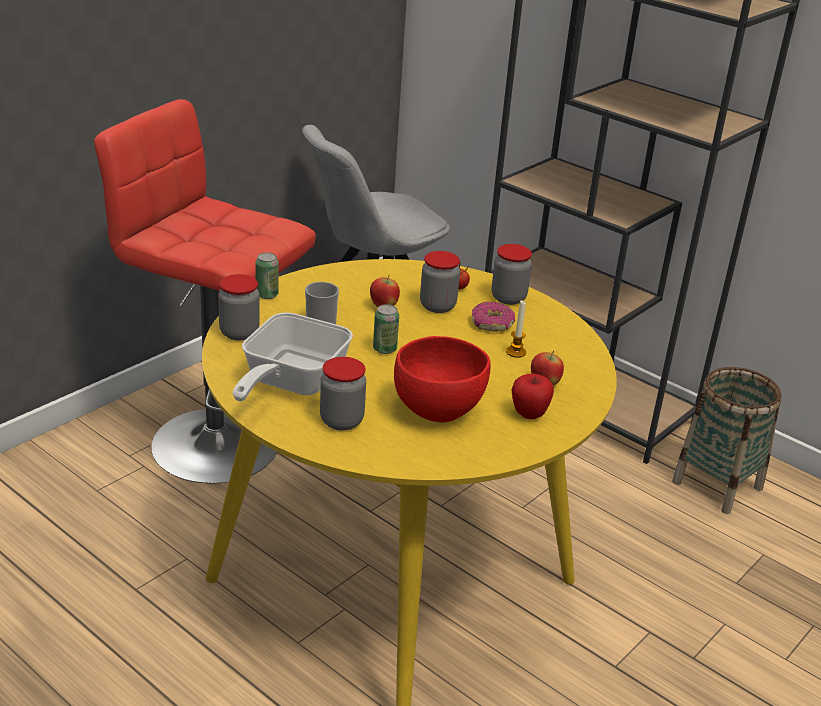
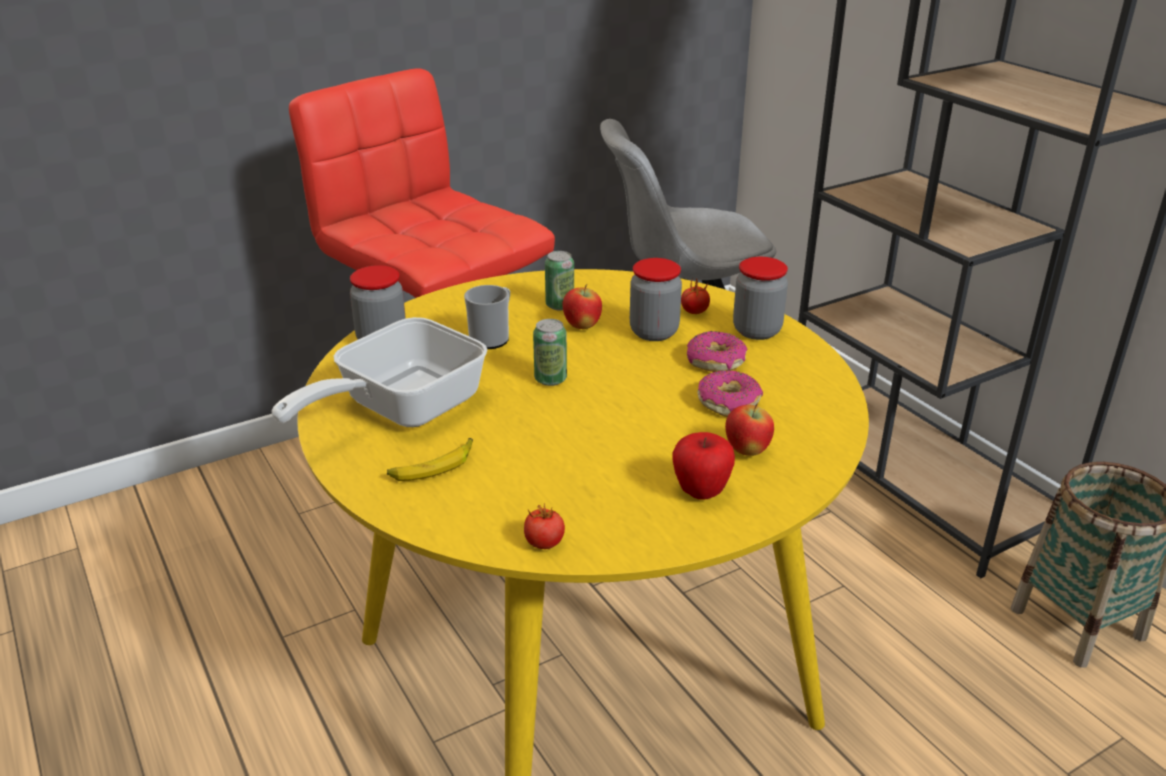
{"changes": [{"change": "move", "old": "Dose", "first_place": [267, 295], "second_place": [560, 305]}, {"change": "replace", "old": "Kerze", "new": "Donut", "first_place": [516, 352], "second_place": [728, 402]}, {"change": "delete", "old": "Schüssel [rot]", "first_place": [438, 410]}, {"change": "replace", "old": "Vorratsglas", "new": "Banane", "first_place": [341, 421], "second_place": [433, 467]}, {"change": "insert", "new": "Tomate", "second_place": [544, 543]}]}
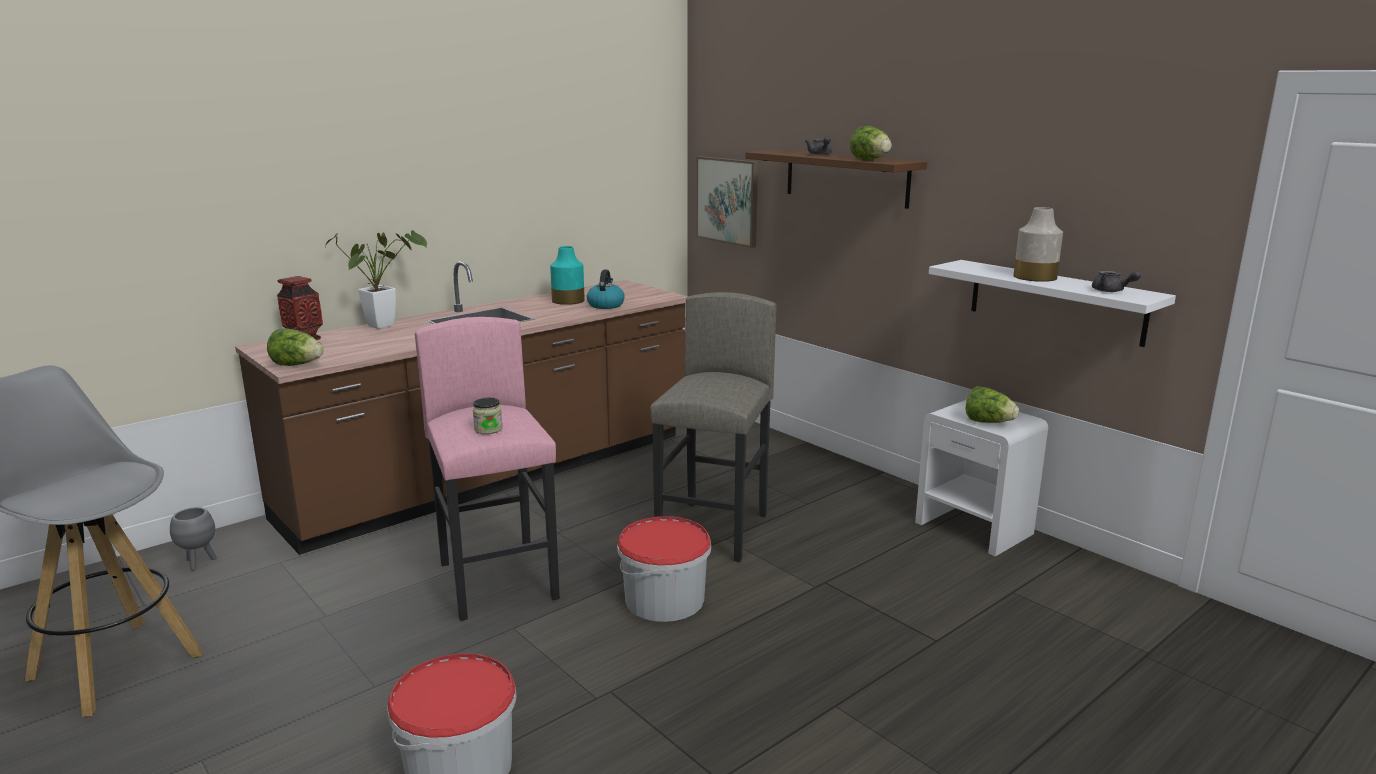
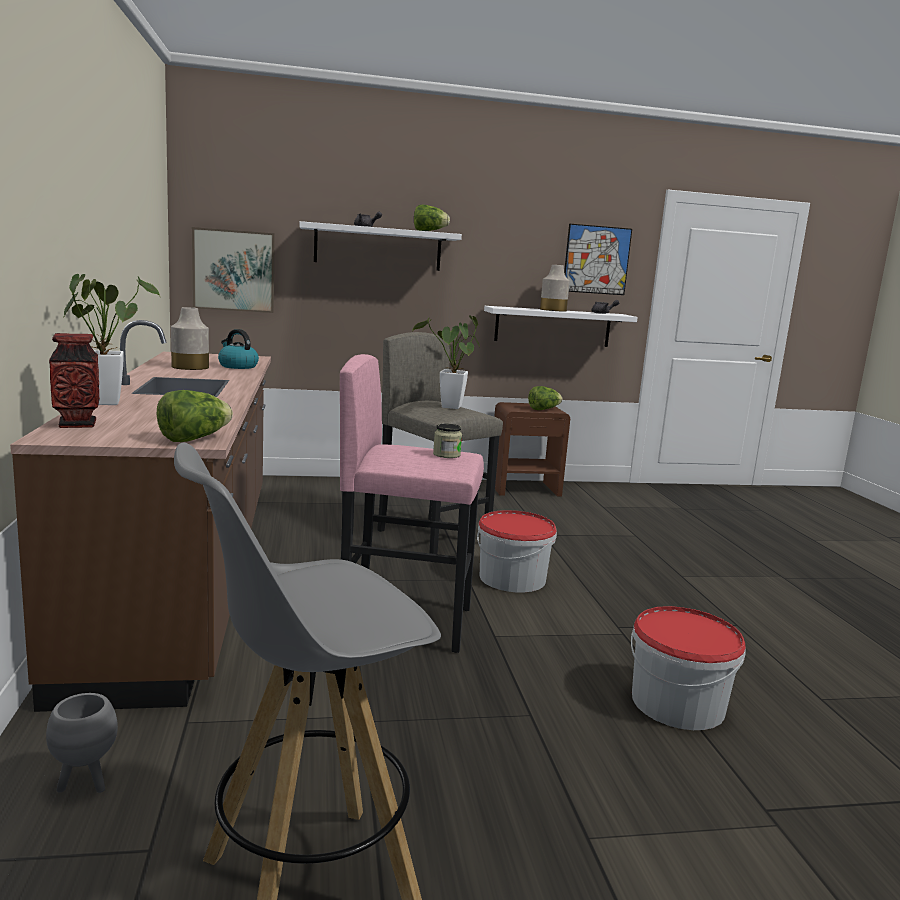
{"changes": [{"change": "recolor", "old": "Wandregal [braun]", "new": "Wandregal [weiß]", "first_place": [846, 178], "second_place": [378, 247]}, {"change": "recolor", "old": "Vase [türkis]", "new": "Vase [beige]", "first_place": [568, 300], "second_place": [190, 367]}, {"change": "recolor", "old": "Nachttisch [weiß]", "new": "Nachttisch [braun]", "first_place": [974, 528], "second_place": [525, 488]}, {"change": "insert", "new": "Bild", "second_place": [596, 260]}, {"change": "insert", "new": "Topfpflanze", "second_place": [450, 408]}]}
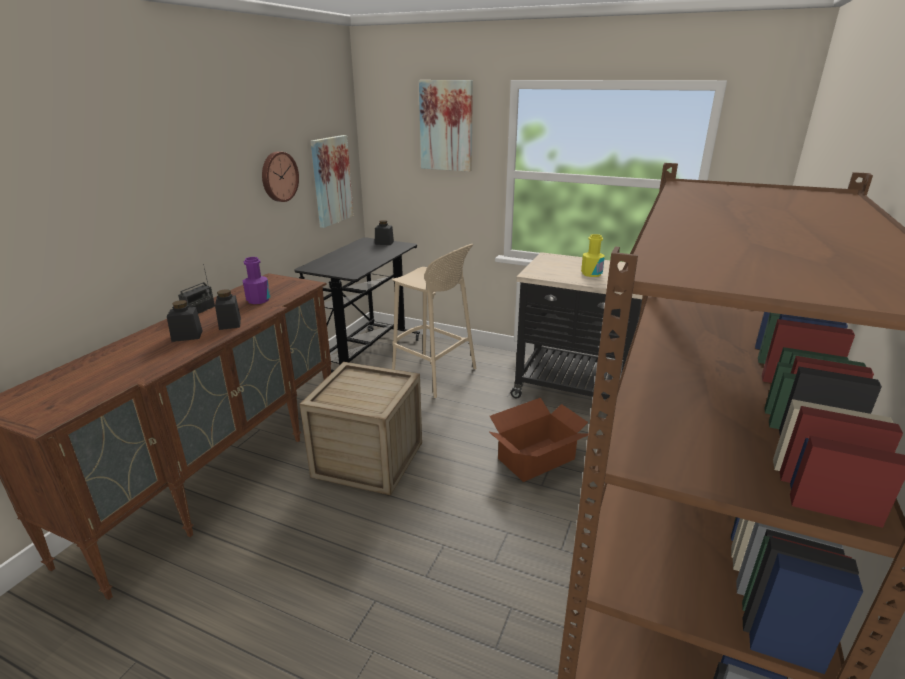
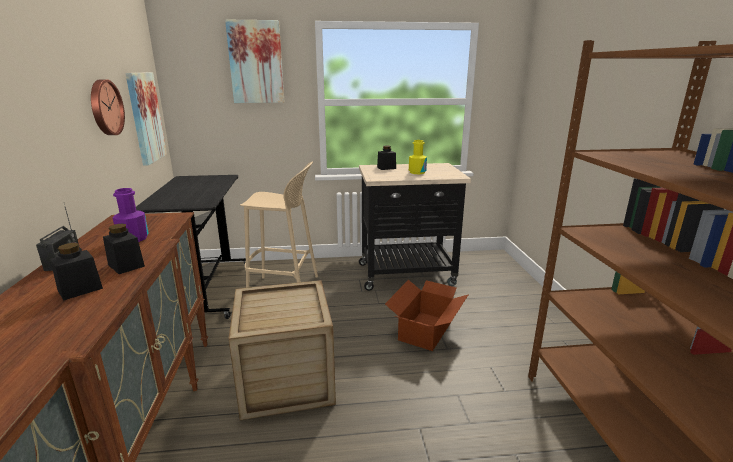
{"changes": [{"change": "move", "old": "Vorratsglas [schwarz]", "first_place": [384, 243], "second_place": [386, 168]}]}
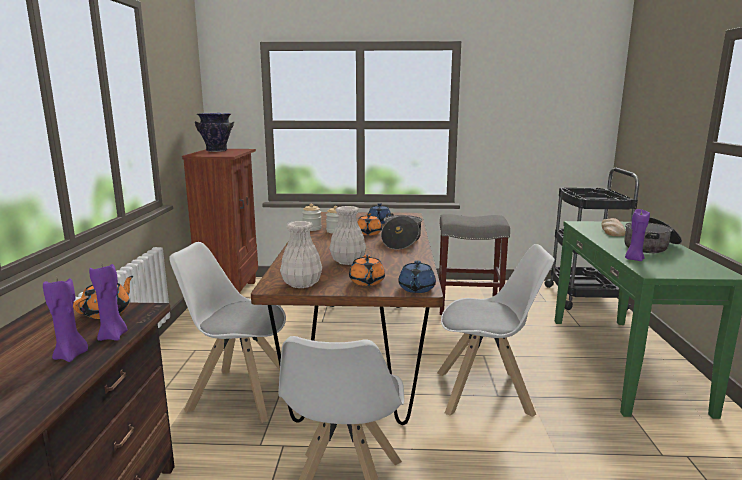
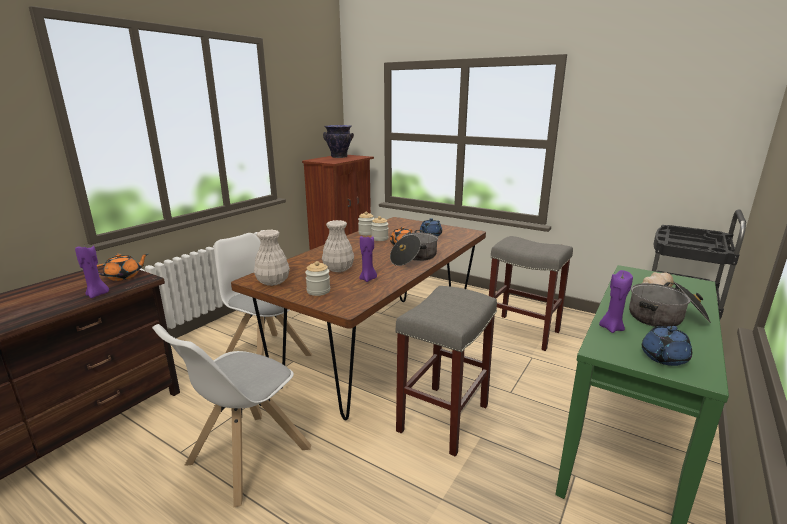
{"changes": [{"change": "replace", "old": "Stuhl", "new": "Hocker [grau]", "first_place": [486, 393], "second_place": [443, 419]}, {"change": "replace", "old": "Teekanne [orange]", "new": "Vorratsglas", "first_place": [367, 282], "second_place": [318, 291]}, {"change": "move", "old": "Teekanne [blau]", "first_place": [416, 289], "second_place": [663, 358]}, {"change": "move", "old": "Kerze [lila]", "first_place": [71, 356], "second_place": [368, 279]}]}
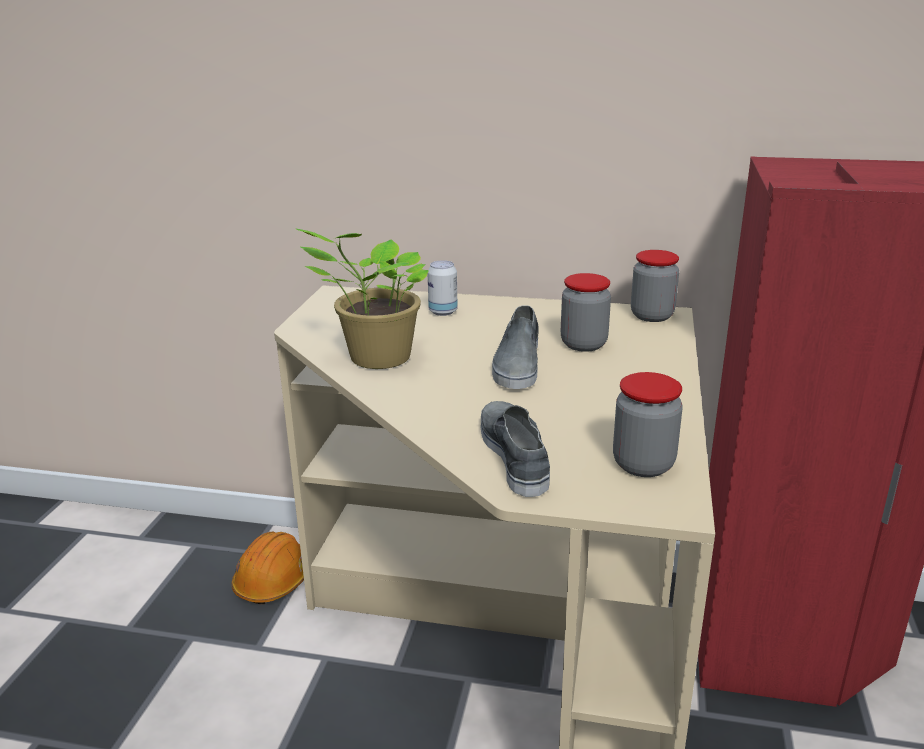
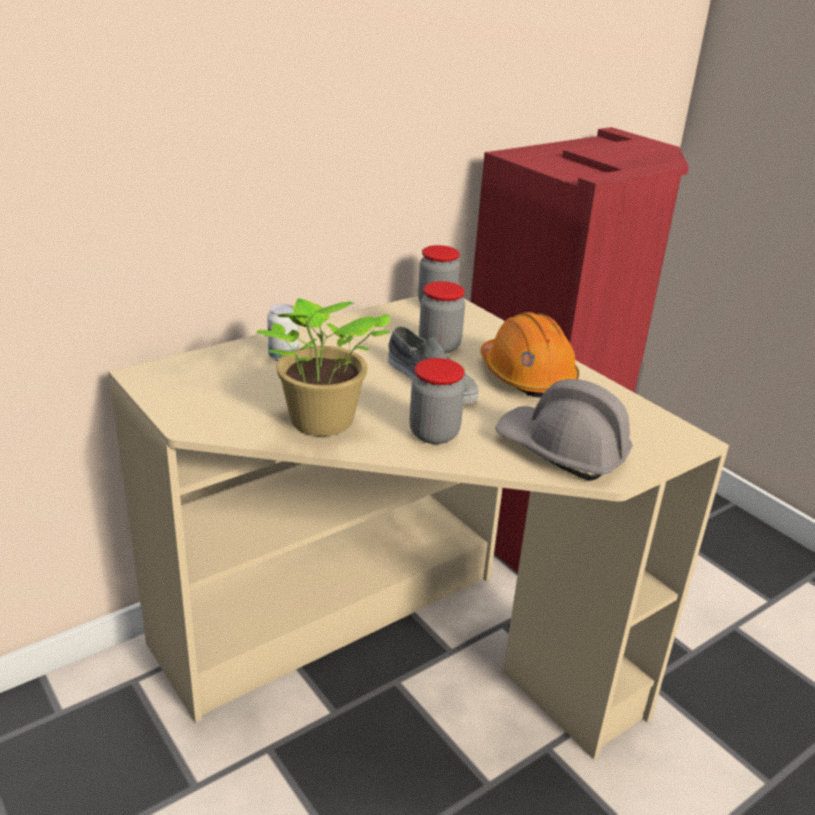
{"changes": [{"change": "move", "old": "Vorratsglas", "first_place": [643, 465], "second_place": [434, 433]}, {"change": "replace", "old": "Schuh [grau]", "new": "Schutzhelm [grau]", "first_place": [515, 454], "second_place": [561, 451]}, {"change": "move", "old": "Schutzhelm [orange]", "first_place": [275, 581], "second_place": [526, 376]}]}
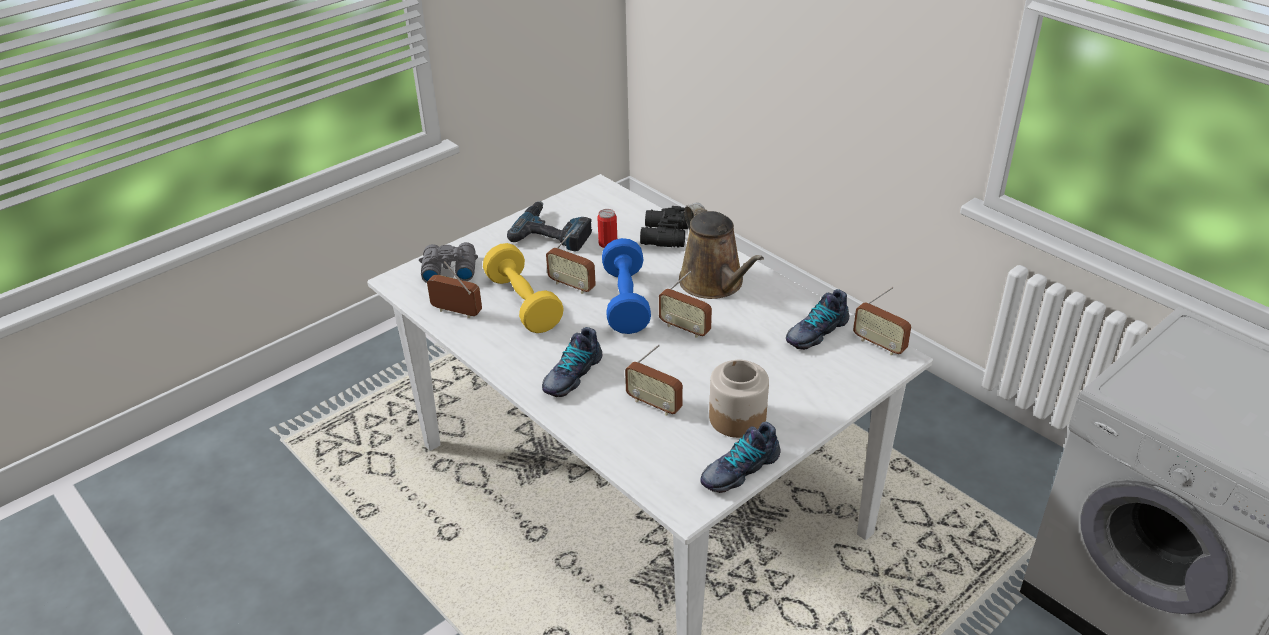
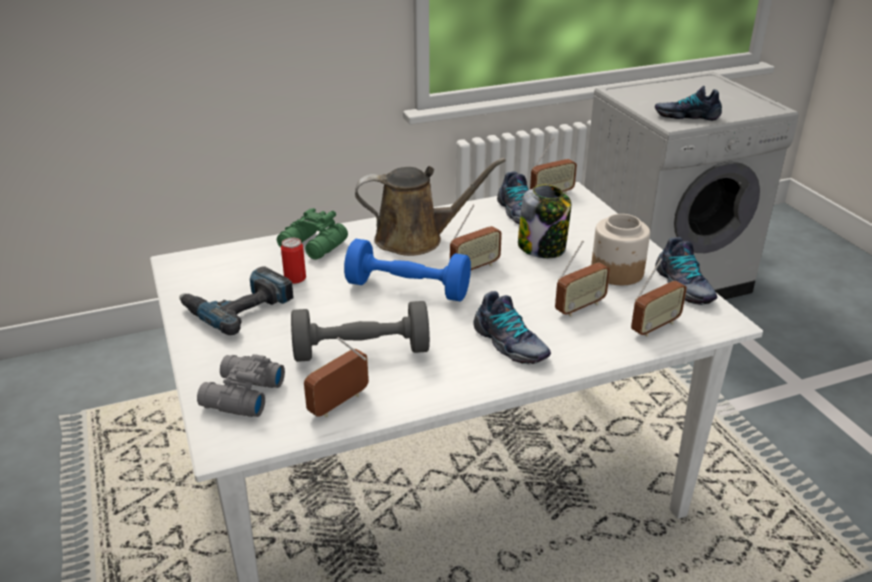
{"changes": [{"change": "recolor", "old": "Fernglas [schwarz]", "new": "Fernglas [grün]", "first_place": [663, 236], "second_place": [313, 246]}, {"change": "move", "old": "Radio", "first_place": [572, 285], "second_place": [655, 327]}, {"change": "recolor", "old": "Hantel [gelb]", "new": "Hantel [grau]", "first_place": [523, 304], "second_place": [361, 351]}, {"change": "insert", "new": "Schuh", "second_place": [686, 115]}, {"change": "insert", "new": "Vorratsglas", "second_place": [542, 248]}]}
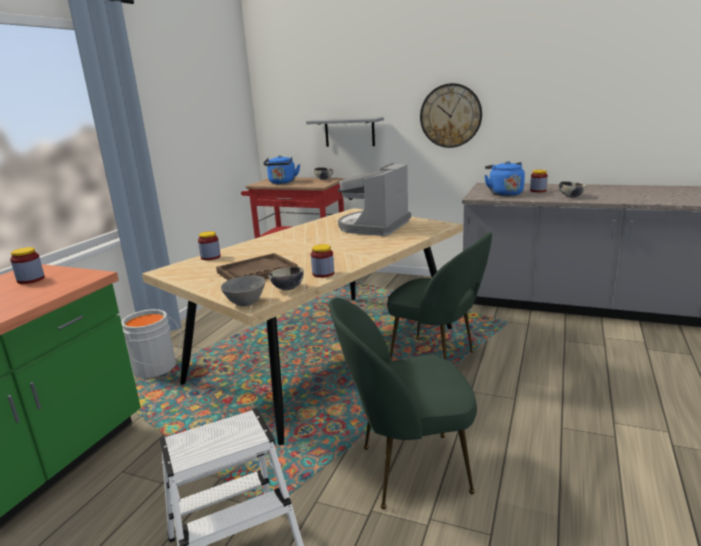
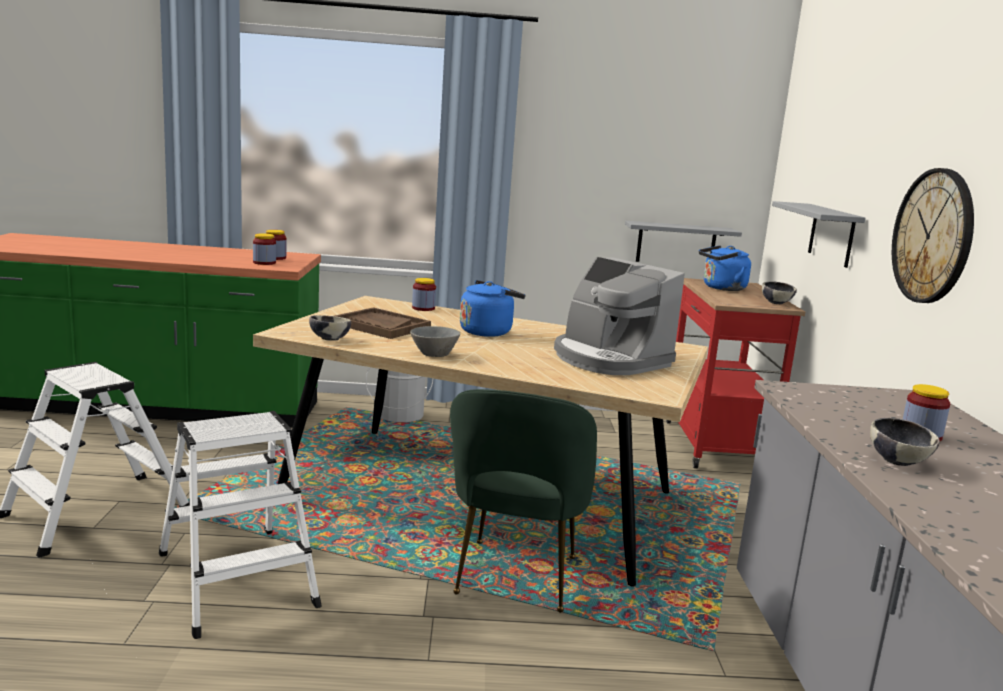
{"changes": [{"change": "move", "old": "Wasserkessel [blau]", "first_place": [504, 193], "second_place": [488, 332]}, {"change": "rotate", "old": "Kaffeemaschine", "first_place": [374, 226], "second_place": [609, 359], "degrees": -135}, {"change": "move", "old": "Vorratsglas", "first_place": [323, 273], "second_place": [264, 263]}, {"change": "move", "old": "Schüssel [grau]", "first_place": [245, 302], "second_place": [434, 354]}, {"change": "replace", "old": "Stuhl [grün]", "new": "Trittleiter [weiß]", "first_place": [404, 471], "second_place": [236, 578]}, {"change": "insert", "new": "Wandregal [grau]", "second_place": [676, 244]}]}
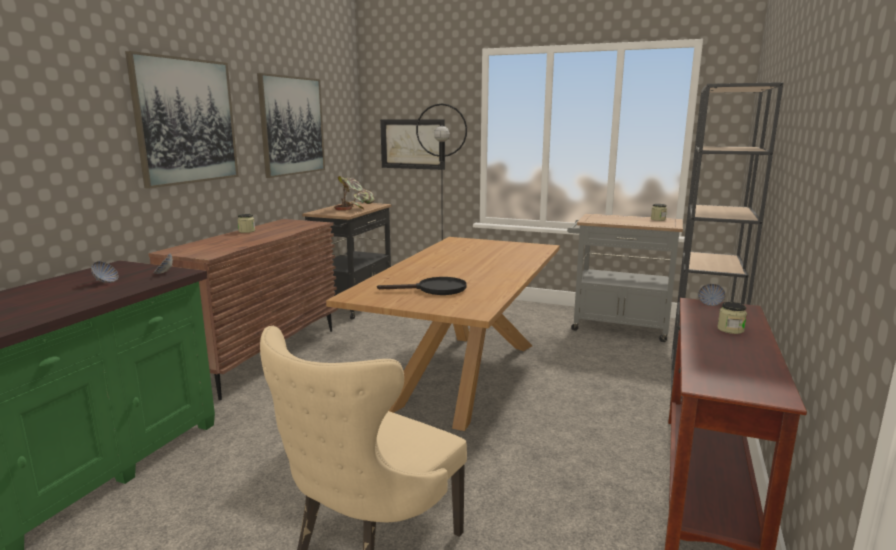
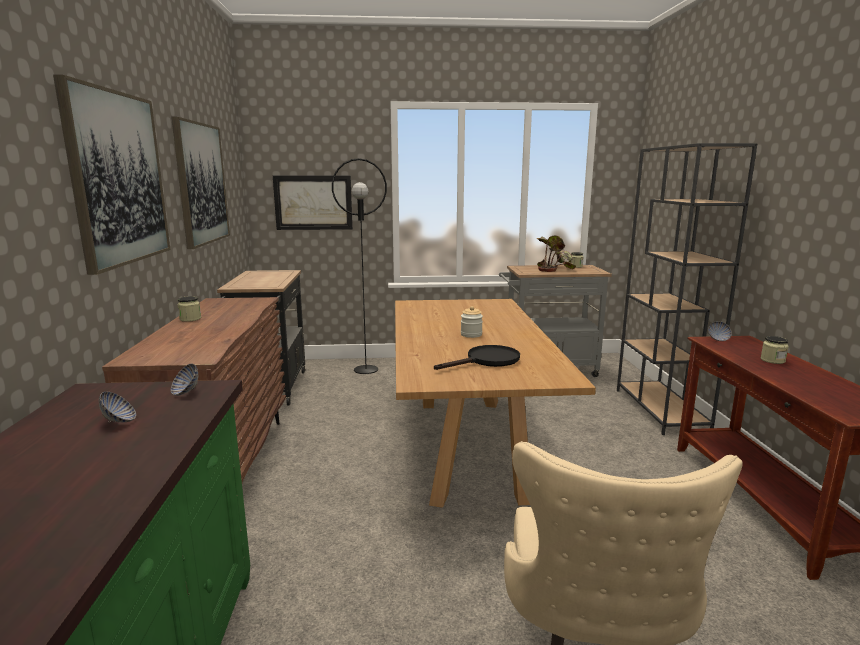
{"changes": [{"change": "move", "old": "Topfpflanze", "first_place": [355, 208], "second_place": [554, 268]}, {"change": "insert", "new": "Vorratsglas", "second_place": [471, 334]}]}
